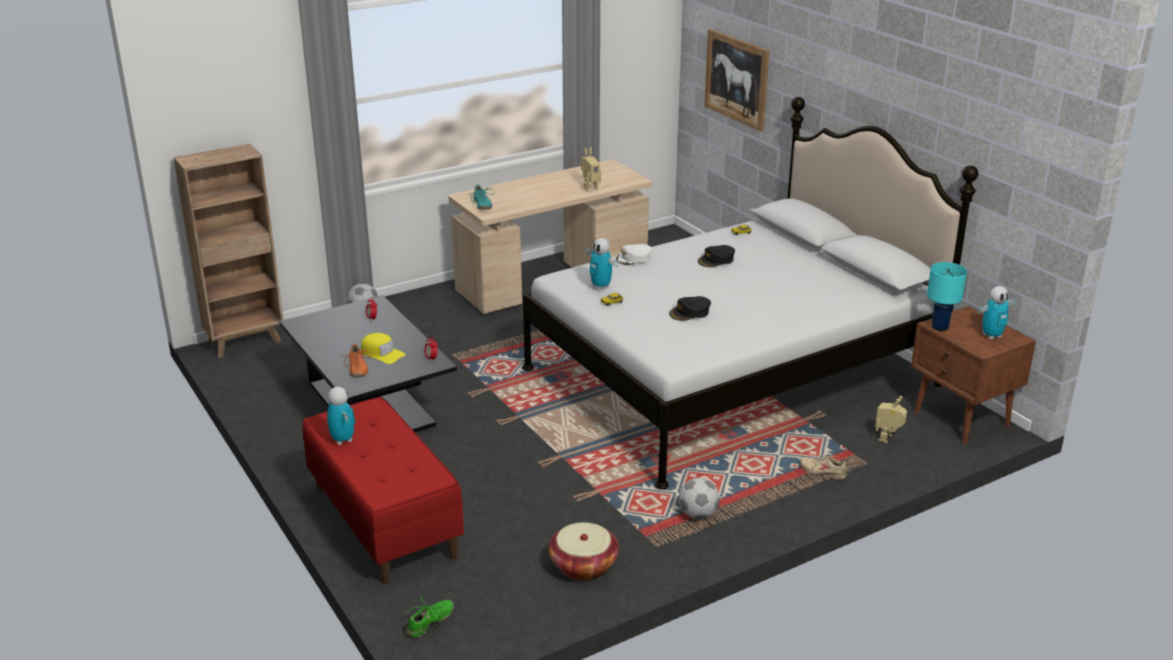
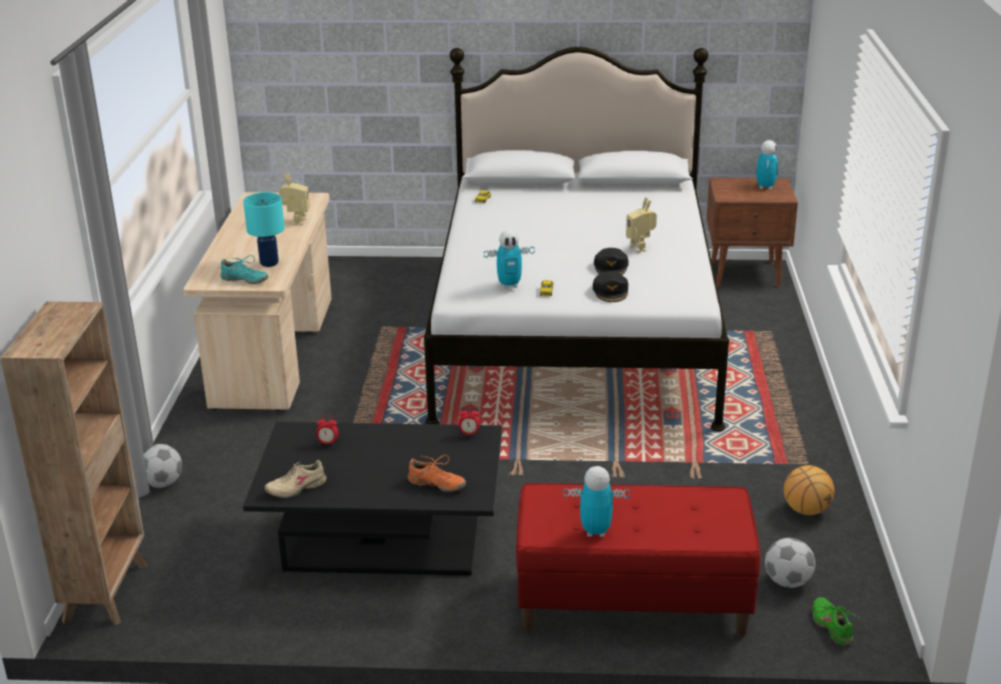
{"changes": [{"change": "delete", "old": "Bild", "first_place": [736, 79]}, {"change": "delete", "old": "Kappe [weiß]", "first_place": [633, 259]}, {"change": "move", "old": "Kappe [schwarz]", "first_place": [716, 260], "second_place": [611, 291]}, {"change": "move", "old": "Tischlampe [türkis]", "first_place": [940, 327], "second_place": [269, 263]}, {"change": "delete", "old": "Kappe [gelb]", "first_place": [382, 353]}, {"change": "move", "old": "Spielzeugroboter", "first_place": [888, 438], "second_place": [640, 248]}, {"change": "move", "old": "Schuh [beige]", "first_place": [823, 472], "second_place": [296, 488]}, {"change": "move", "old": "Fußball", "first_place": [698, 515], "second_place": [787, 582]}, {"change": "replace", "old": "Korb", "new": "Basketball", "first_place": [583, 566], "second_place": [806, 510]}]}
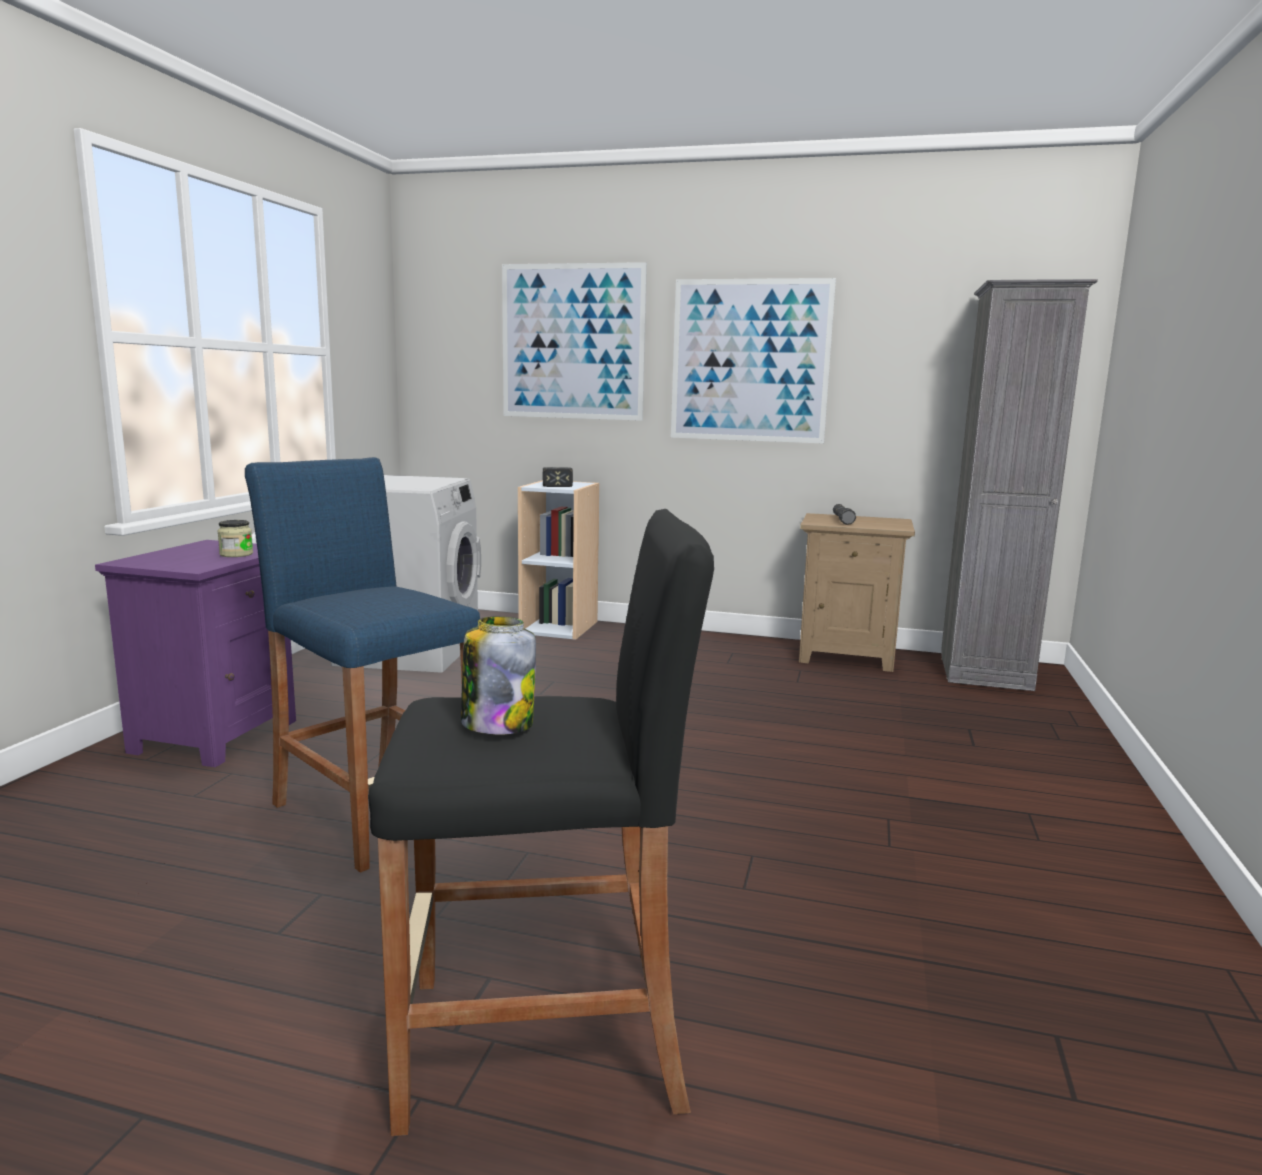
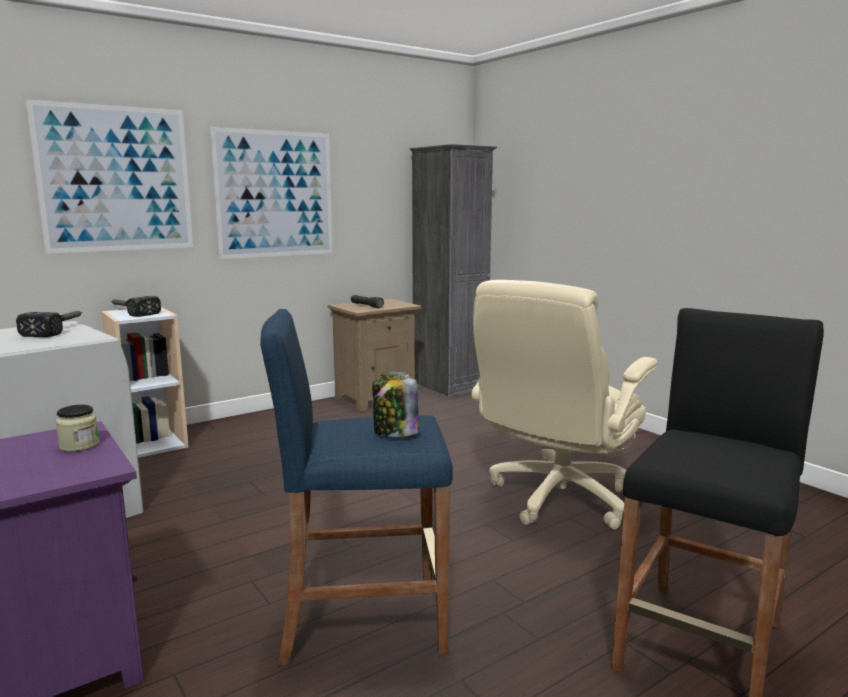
{"changes": [{"change": "move", "old": "Vorratsglas", "first_place": [497, 724], "second_place": [395, 432]}, {"change": "insert", "new": "Bürostuhl [beige]", "second_place": [555, 500]}, {"change": "insert", "new": "Hammer", "second_place": [59, 329]}]}
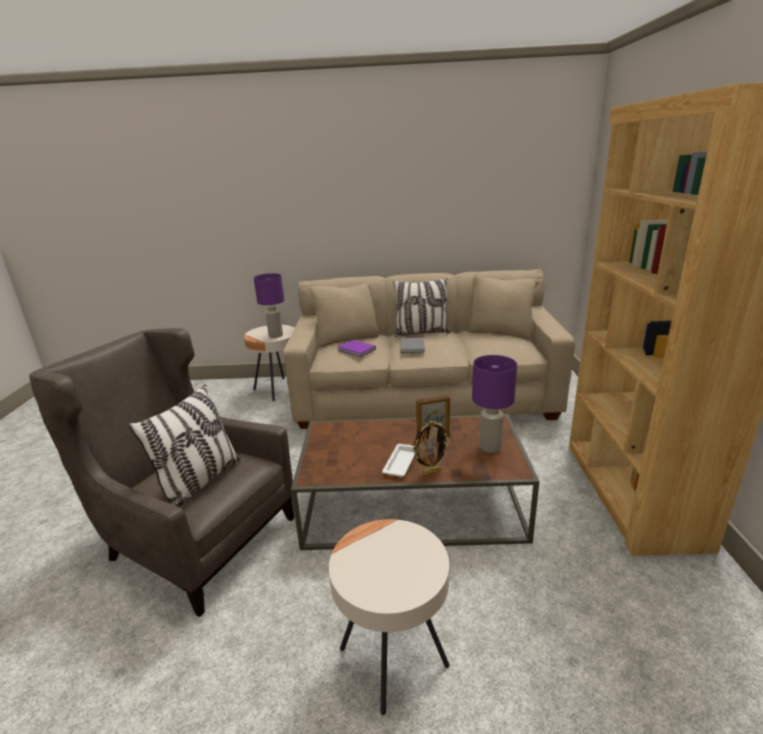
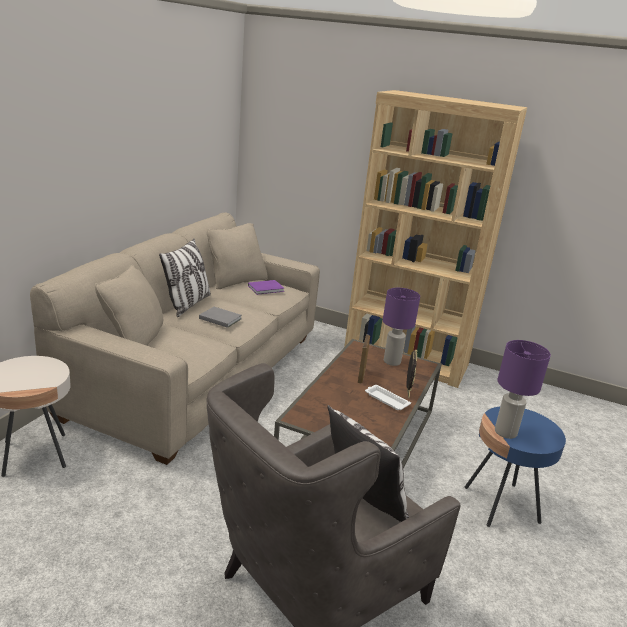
{"changes": [{"change": "move", "old": "Tischlampe [lila]", "first_place": [275, 335], "second_place": [506, 433]}, {"change": "move", "old": "Buch [lila]", "first_place": [357, 350], "second_place": [266, 289]}, {"change": "recolor", "old": "Beistelltisch [beige]", "new": "Beistelltisch [blau]", "first_place": [393, 657], "second_place": [501, 505]}]}
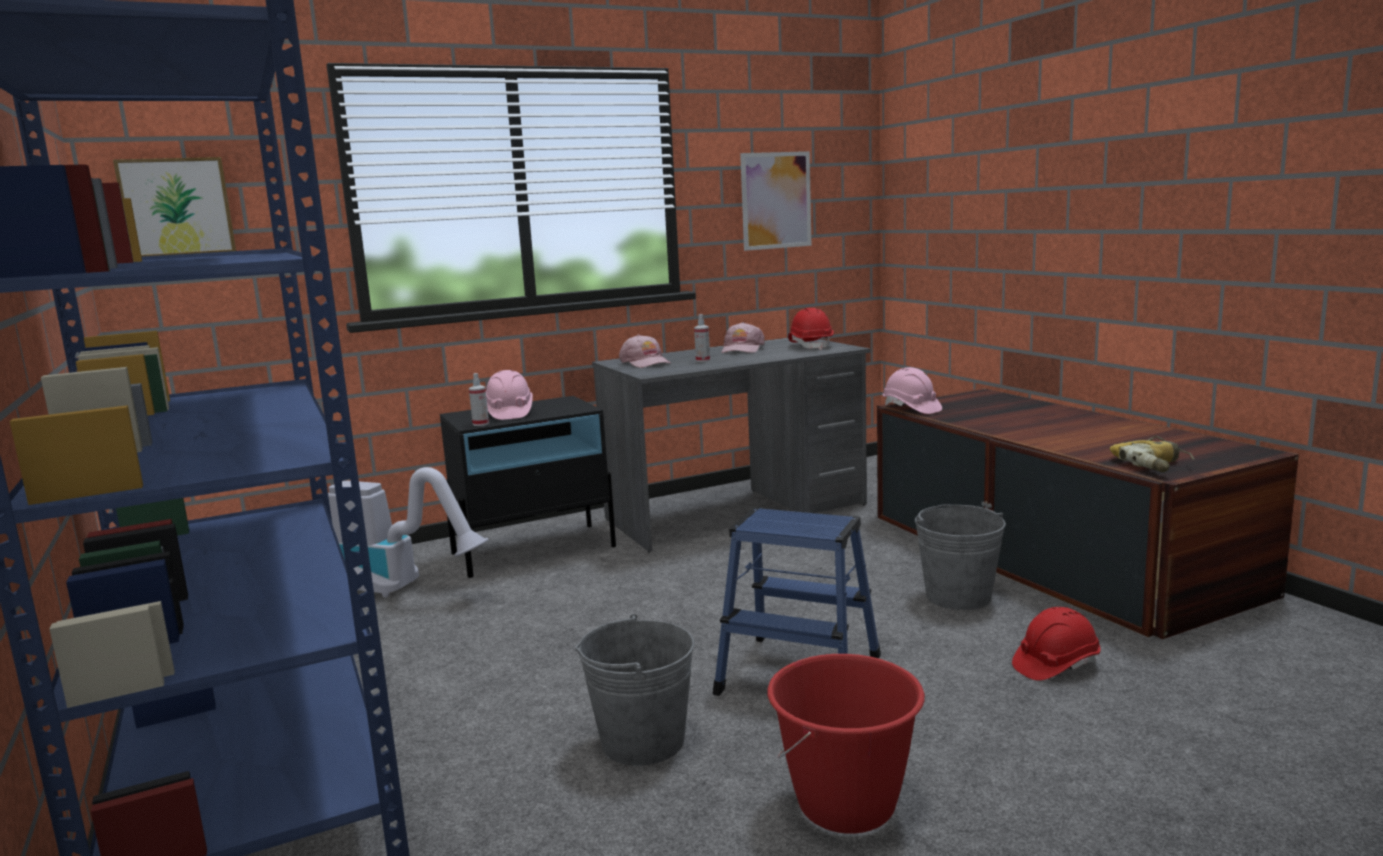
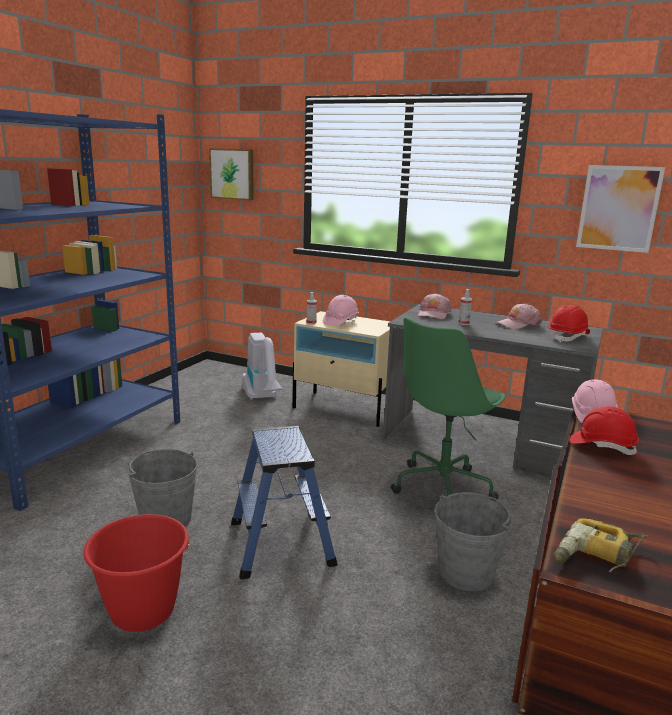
{"changes": [{"change": "recolor", "old": "Nachttisch [schwarz]", "new": "Nachttisch [beige]", "first_place": [534, 550], "second_place": [344, 408]}, {"change": "move", "old": "Schutzhelm [rot]", "first_place": [1055, 665], "second_place": [602, 446]}, {"change": "insert", "new": "Bürostuhl [grün]", "second_place": [440, 489]}]}
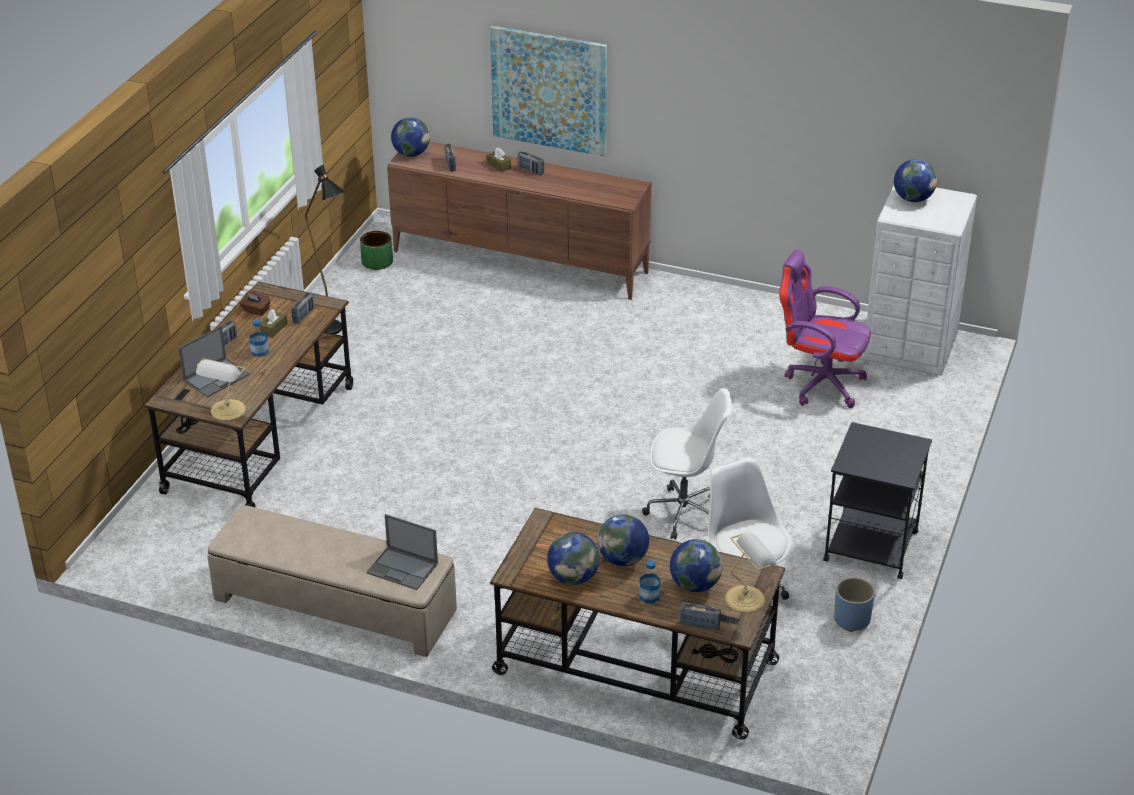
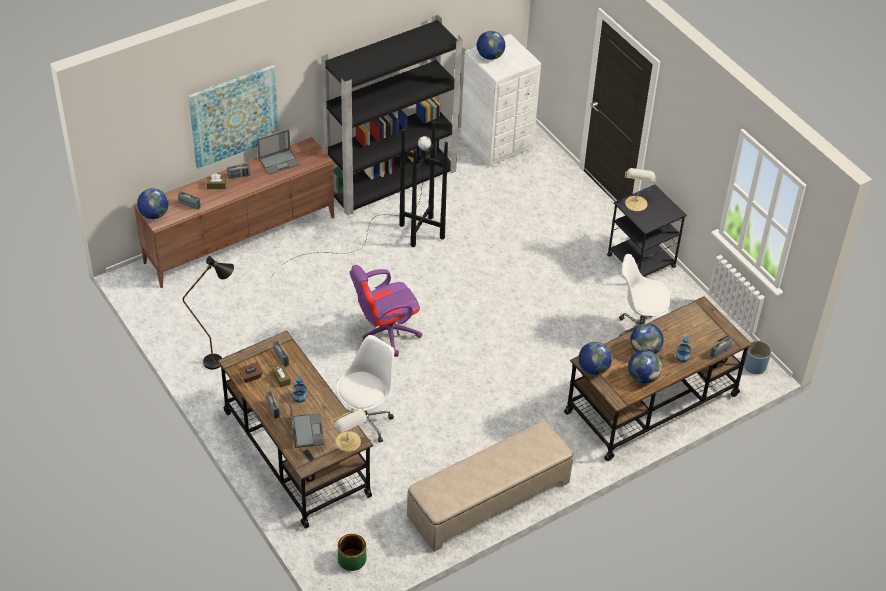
{"changes": [{"change": "move", "old": "Pflanzkübel [grün]", "first_place": [377, 262], "second_place": [351, 559]}, {"change": "move", "old": "Bürostuhl [lila]", "first_place": [818, 383], "second_place": [384, 335]}, {"change": "move", "old": "Bürostuhl [weiß]", "first_place": [685, 513], "second_place": [365, 422]}, {"change": "move", "old": "Laptop", "first_place": [403, 568], "second_place": [279, 161]}, {"change": "move", "old": "Tischlampe", "first_place": [746, 598], "second_place": [636, 202]}, {"change": "move", "old": "Globus", "first_place": [695, 585], "second_place": [593, 369]}, {"change": "move", "old": "Pflanzkübel [blau]", "first_place": [852, 620], "second_place": [754, 366]}, {"change": "insert", "new": "Bücherregal [schwarz]", "second_place": [391, 180]}, {"change": "insert", "new": "Stehlampe [schwarz]", "second_place": [383, 238]}]}
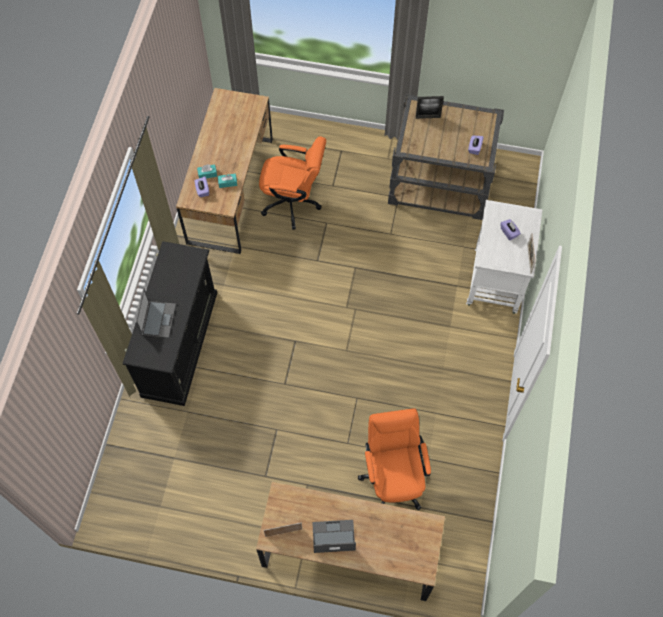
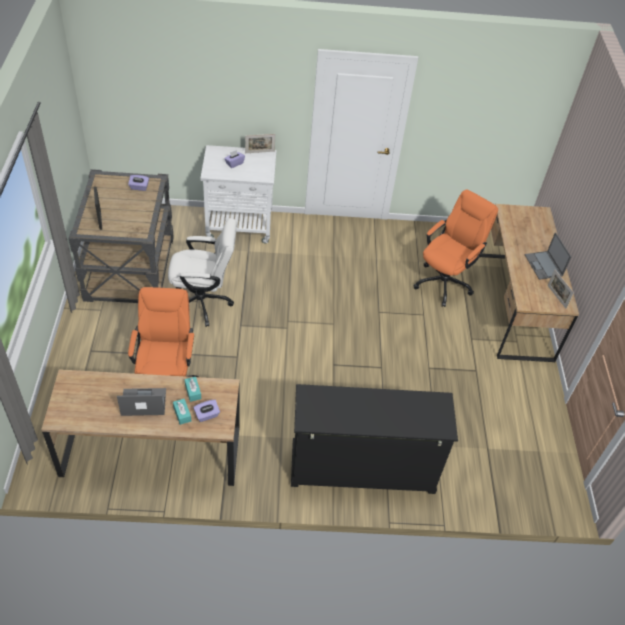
{"changes": [{"change": "move", "old": "Laptop", "first_place": [158, 319], "second_place": [143, 402]}, {"change": "rotate", "old": "Bürostuhl [orange]", "first_place": [392, 480], "second_place": [444, 282], "degrees": 150}, {"change": "insert", "new": "Bürostuhl [weiß]", "second_place": [204, 303]}]}
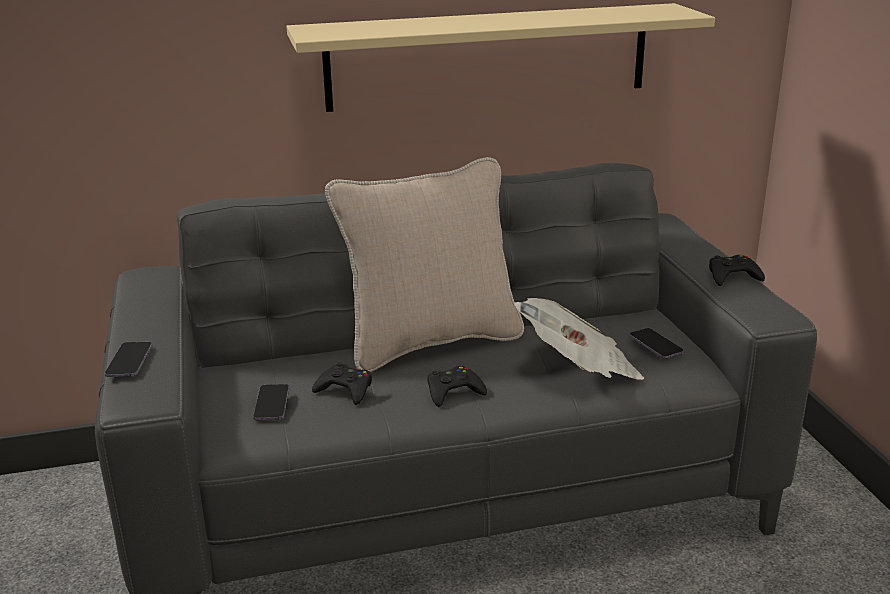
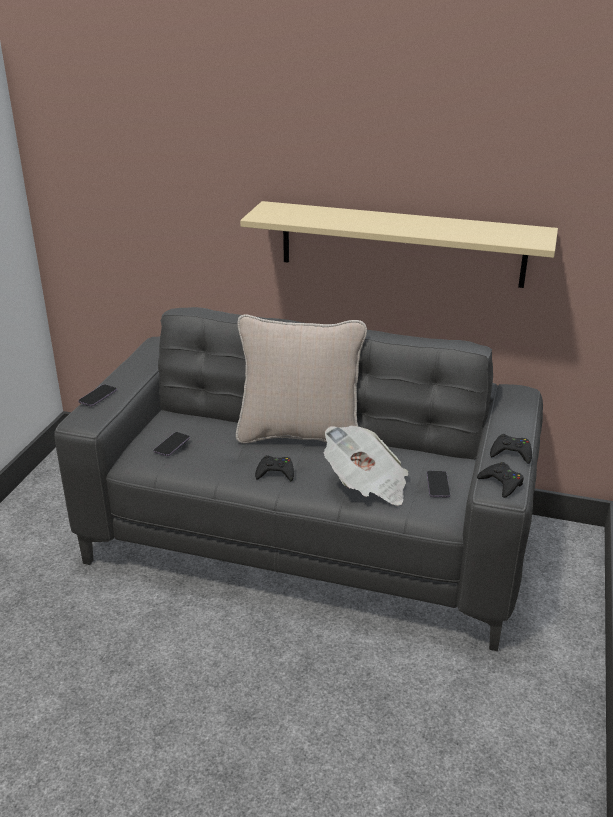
{"changes": [{"change": "move", "old": "Gamepad [schwarz]", "first_place": [345, 389], "second_place": [501, 483]}]}
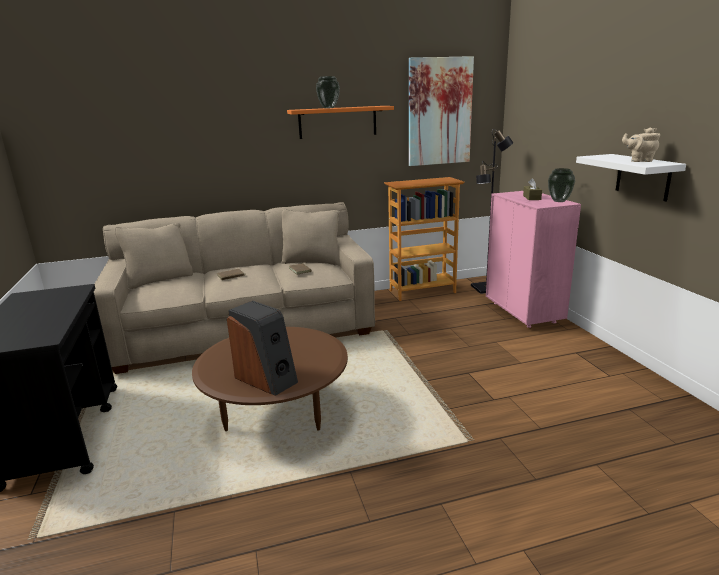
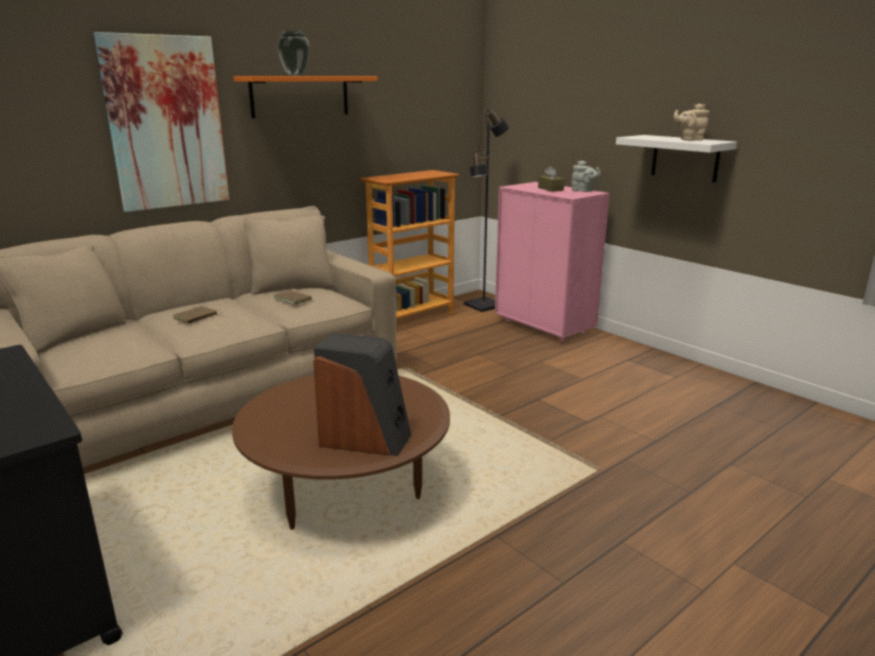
{"changes": [{"change": "move", "old": "Bild", "first_place": [439, 112], "second_place": [166, 123]}, {"change": "replace", "old": "Vase", "new": "Teekanne [grau]", "first_place": [559, 201], "second_place": [583, 191]}]}
